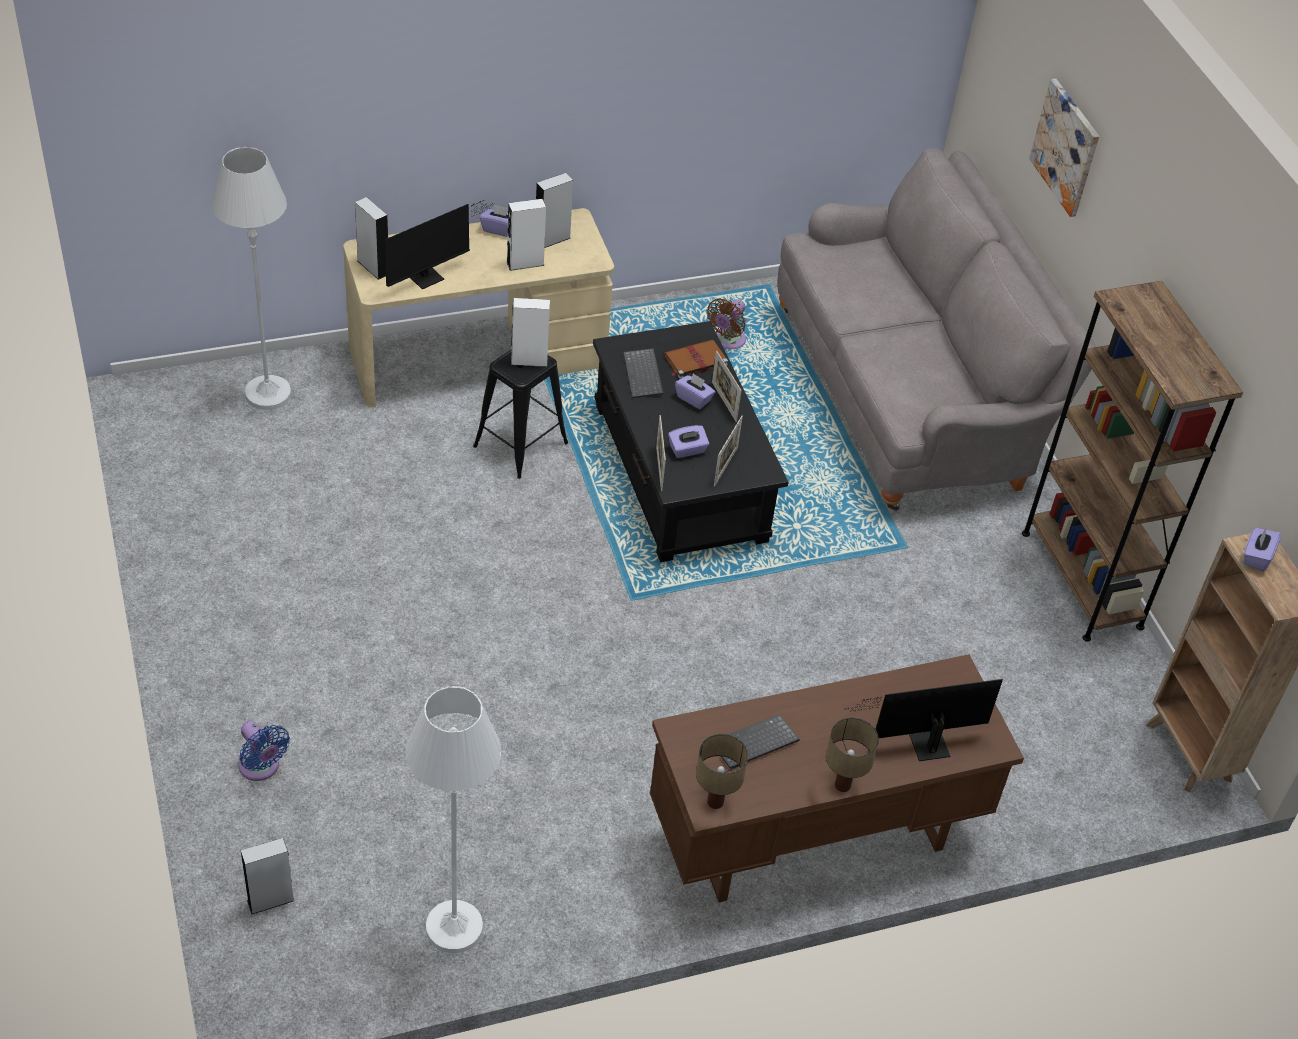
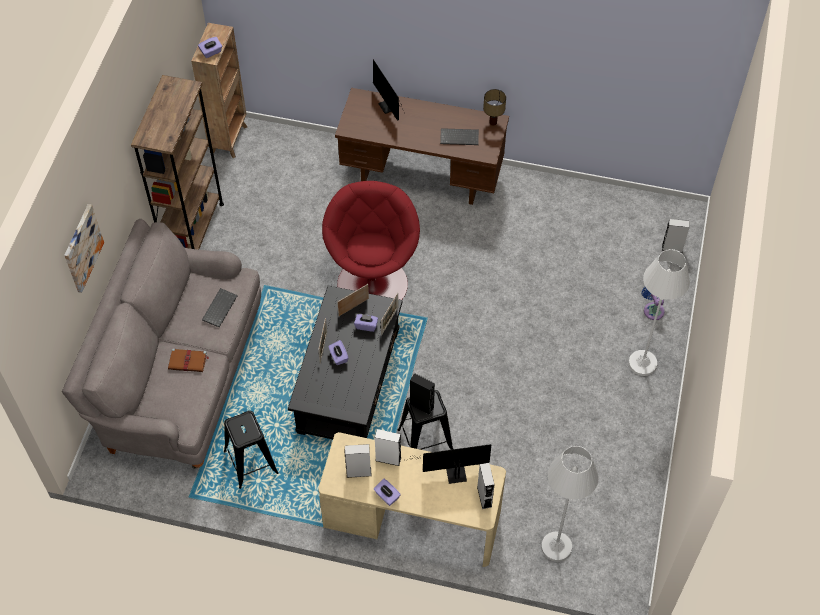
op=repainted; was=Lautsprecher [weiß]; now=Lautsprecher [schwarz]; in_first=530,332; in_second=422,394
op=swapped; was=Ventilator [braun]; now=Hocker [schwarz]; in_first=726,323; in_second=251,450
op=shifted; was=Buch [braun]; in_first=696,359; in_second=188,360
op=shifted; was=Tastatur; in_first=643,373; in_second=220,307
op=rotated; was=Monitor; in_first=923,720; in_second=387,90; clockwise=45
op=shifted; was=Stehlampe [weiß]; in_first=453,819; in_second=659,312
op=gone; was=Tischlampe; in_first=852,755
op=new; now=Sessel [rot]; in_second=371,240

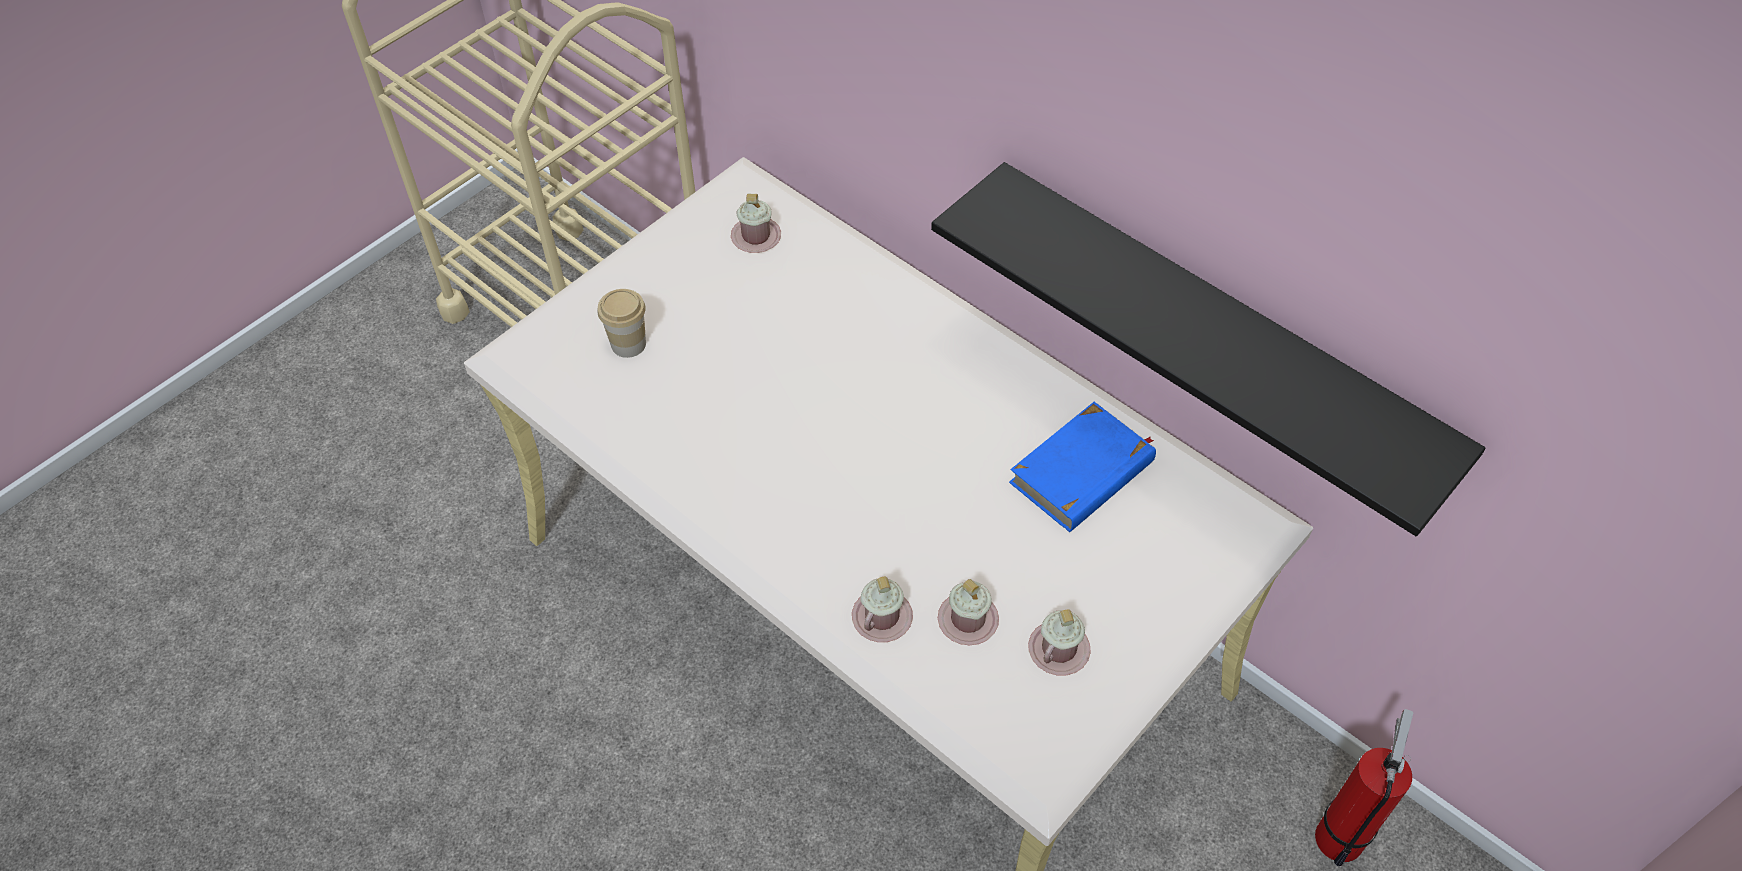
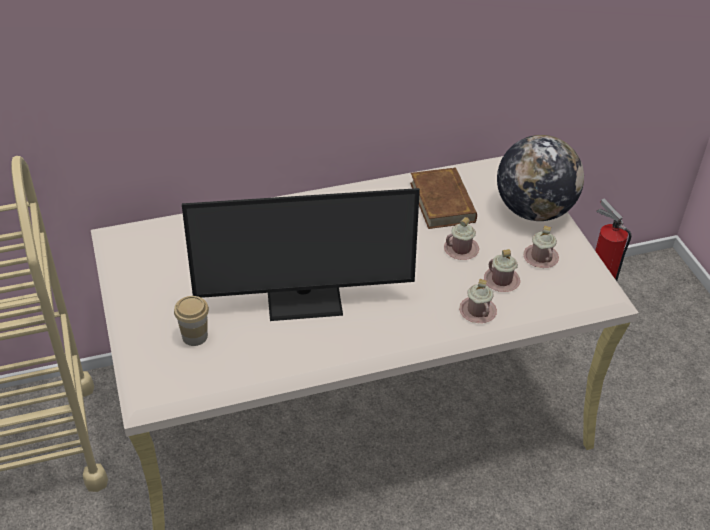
op=gone; was=Wandregal [schwarz]; in_first=1208,349
op=shifted; was=Henkelbecher [rosa]; in_first=756,223; in_second=461,238
op=repainted; was=Buch [blau]; now=Buch [braun]; in_first=1082,467; in_second=443,198
op=new; now=Globus; in_second=540,178
op=new; now=Monitor; in_second=301,254

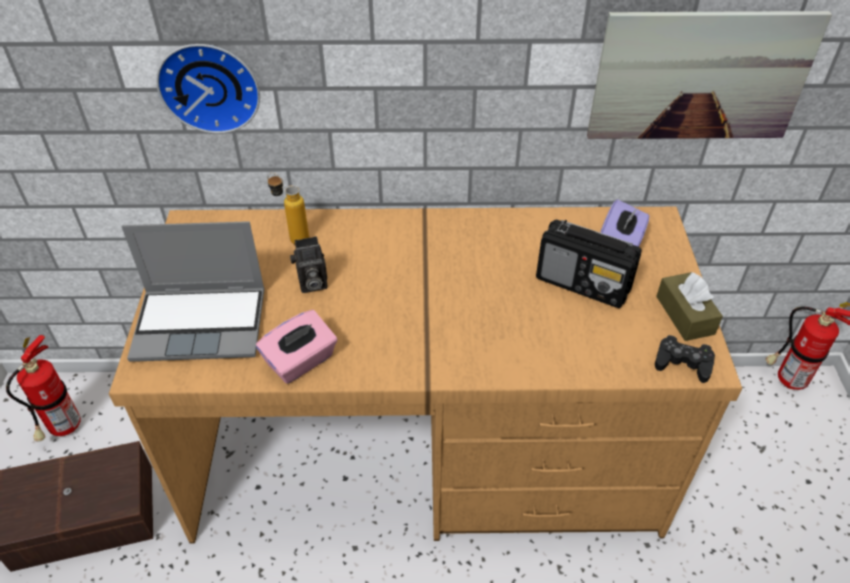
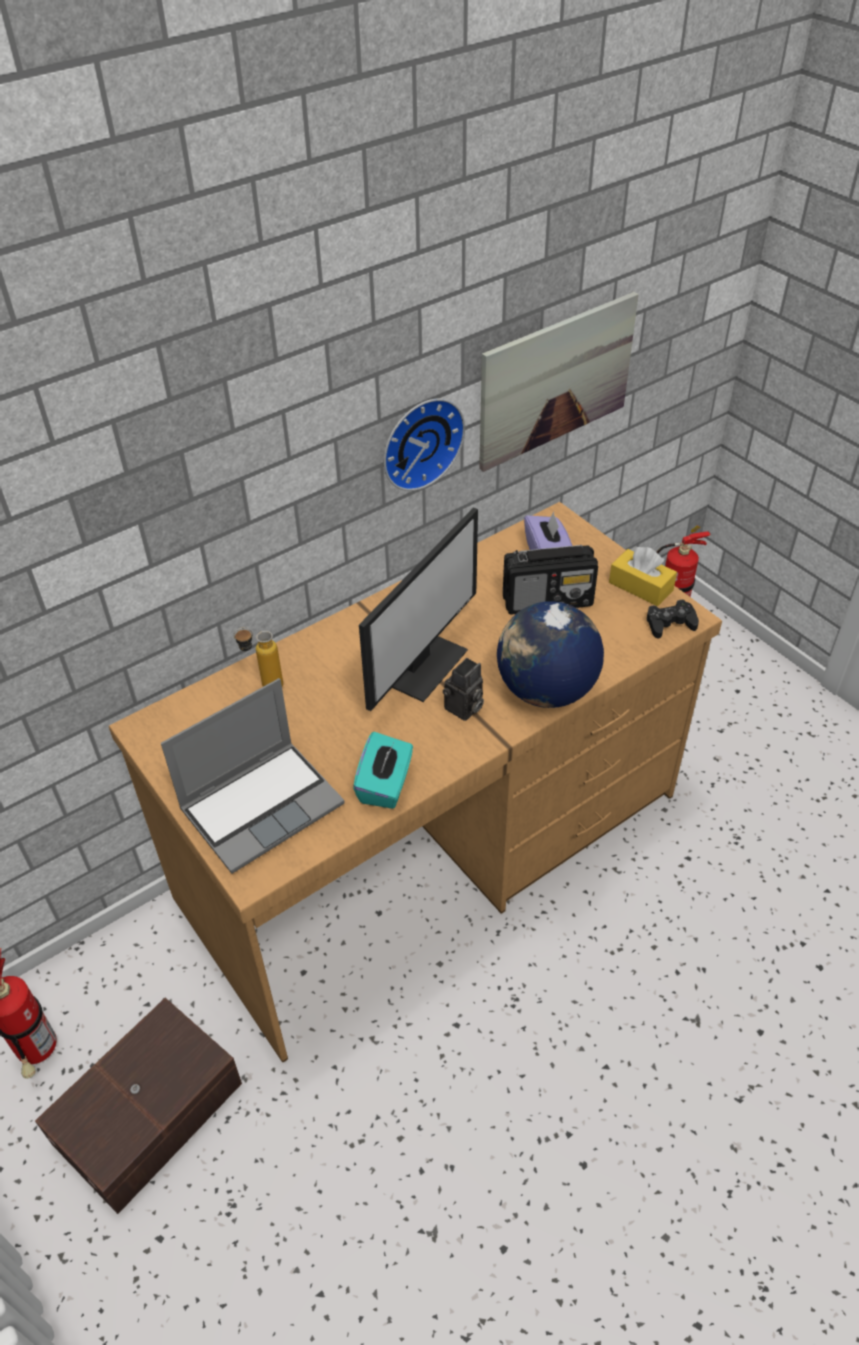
op=shifted; was=Wanduhr; in_first=208,89; in_second=424,445
op=shifted; was=Kamera; in_first=308,264; in_second=463,689
op=repainted; was=Taschentuchbox [braun]; now=Taschentuchbox [gelb]; in_first=689,306; in_second=643,576
op=repainted; was=Taschentuchbox [rosa]; now=Taschentuchbox [türkis]; in_first=296,347; in_second=383,770
op=new; now=Monitor; in_second=418,609
op=new; now=Globus; in_second=550,654

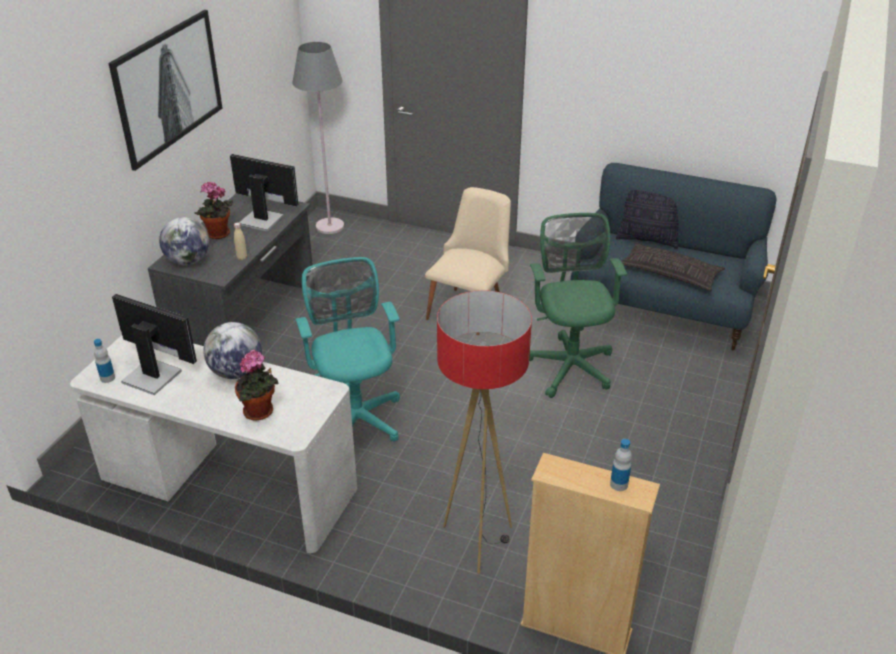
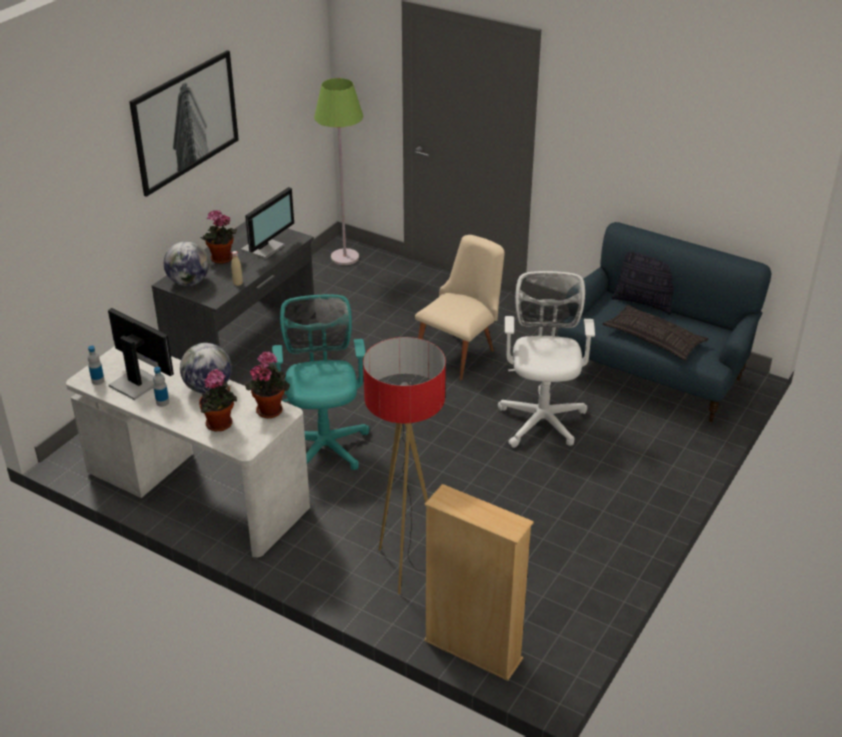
op=repainted; was=Stehlampe [grau]; now=Stehlampe [grün]; in_first=318,138; in_second=338,171
op=rotated; was=Monitor; in_first=264,192; in_second=267,223; clockwise=90
op=repainted; was=Bürostuhl [grün]; now=Bürostuhl [weiß]; in_first=578,305; in_second=546,359
op=shifted; was=Flasche; in_first=621,465; in_second=161,387
op=new; now=Topfpflanze; in_second=267,385

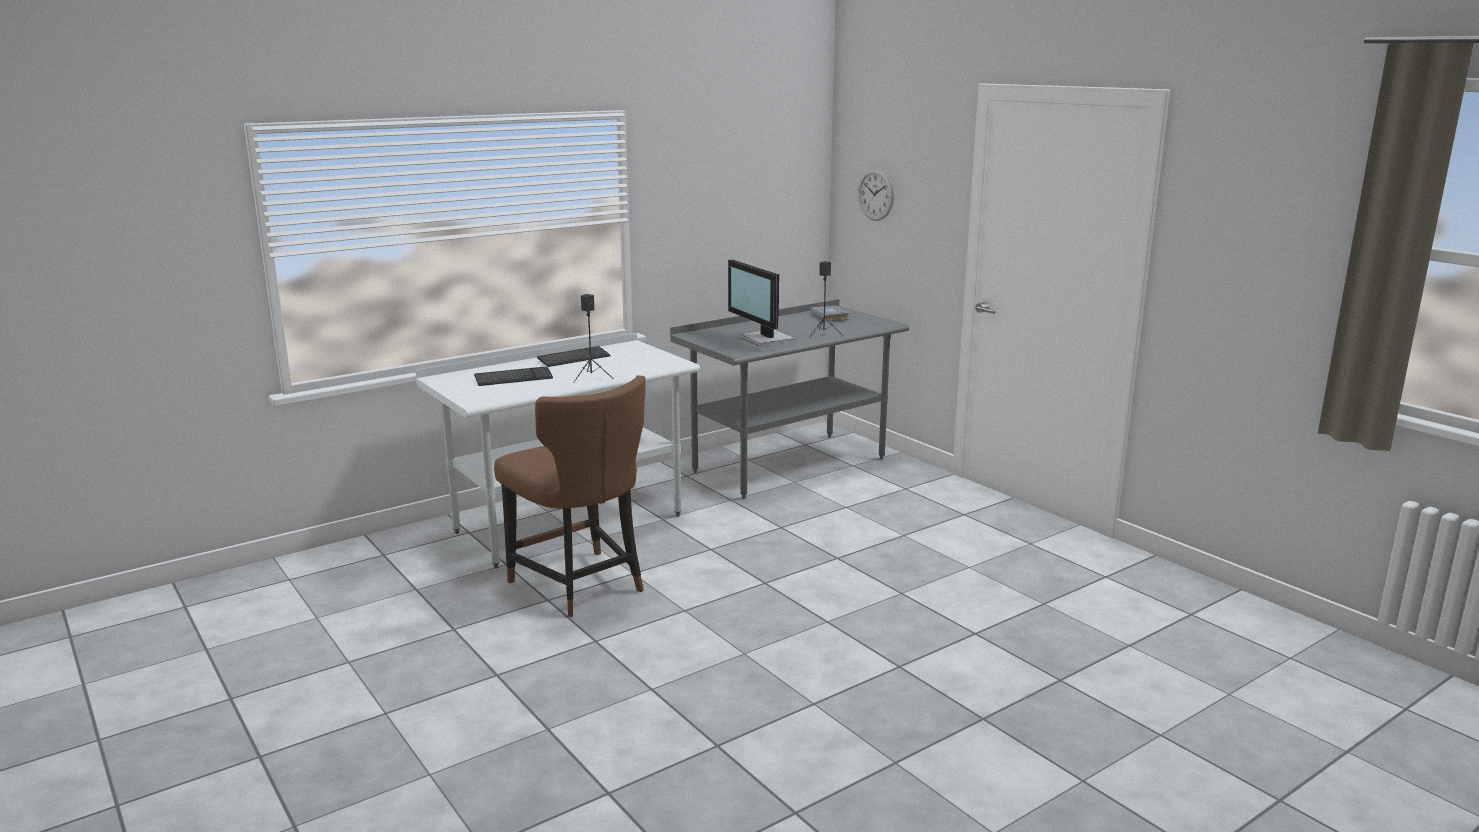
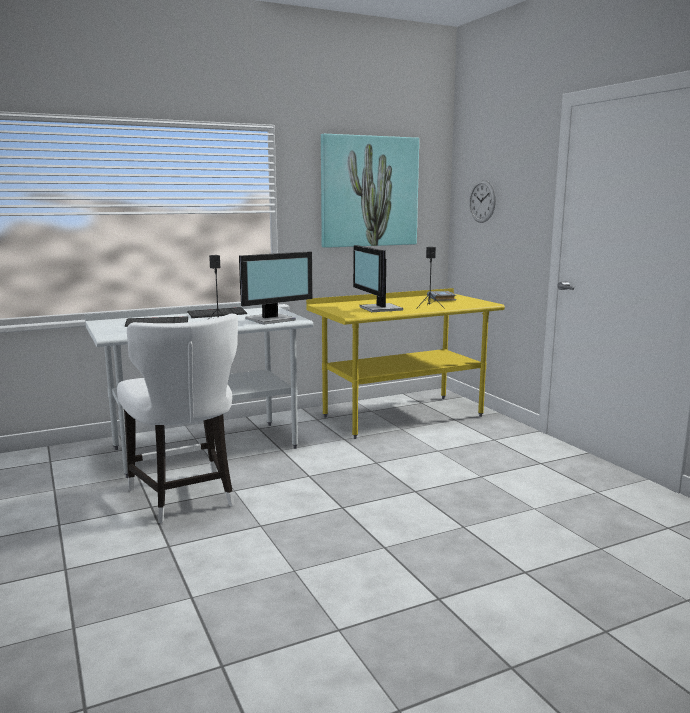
op=repainted; was=Schreibtisch [grau]; now=Schreibtisch [gelb]; in_first=789,399; in_second=405,363
op=repainted; was=Stuhl [braun]; now=Stuhl [weiß]; in_first=570,496; in_second=177,418
op=new; now=Bild; in_second=370,191
op=new; now=Monitor; in_second=276,288

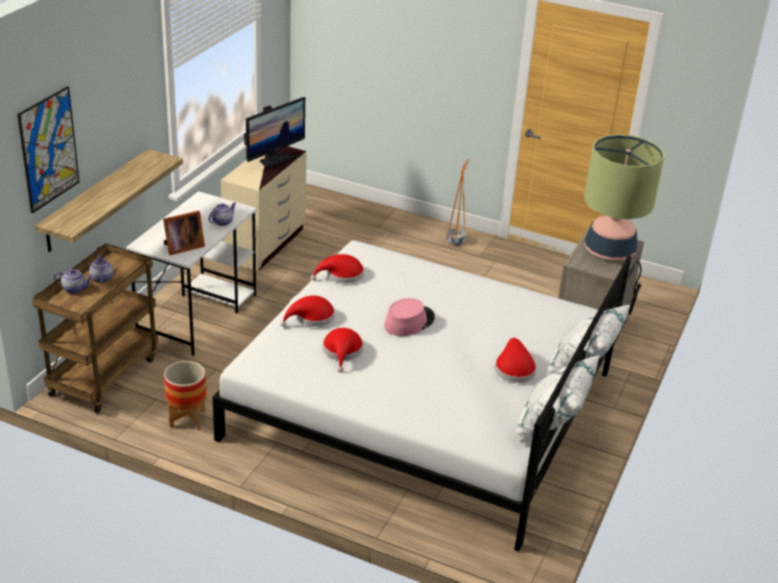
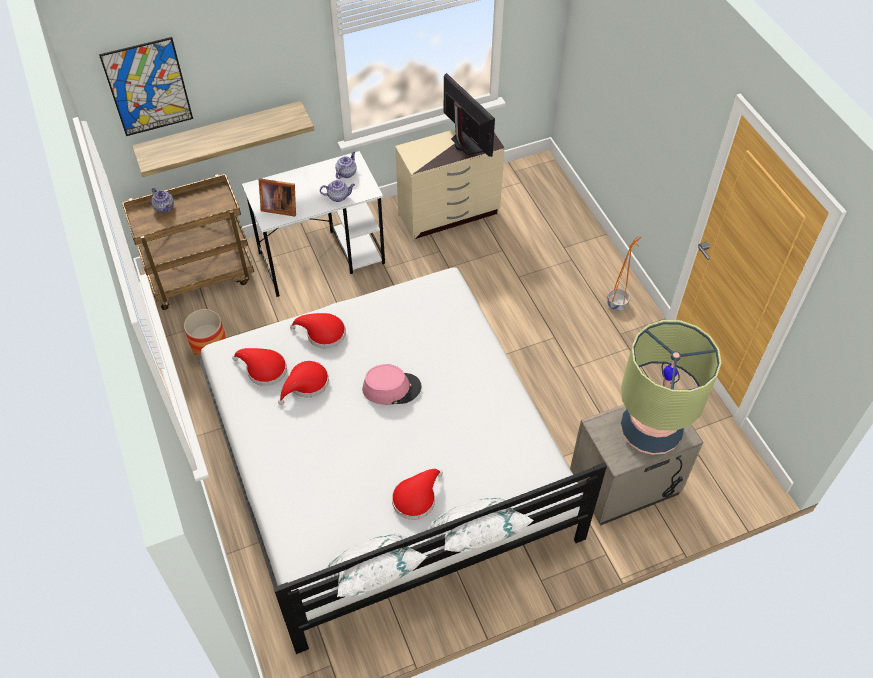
op=rotated; was=Monitor; in_first=274,133; in_second=469,115; clockwise=-120
op=shifted; was=Teekanne; in_first=101,268; in_second=346,165
op=shifted; was=Hut [rot]; in_first=337,268; in_second=259,367

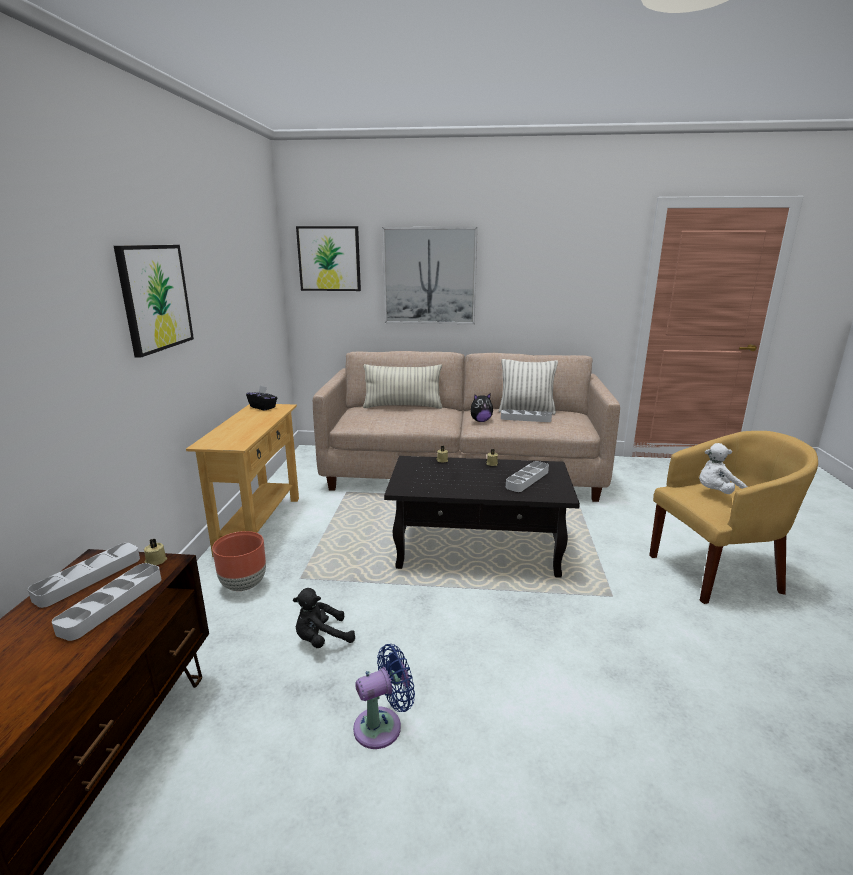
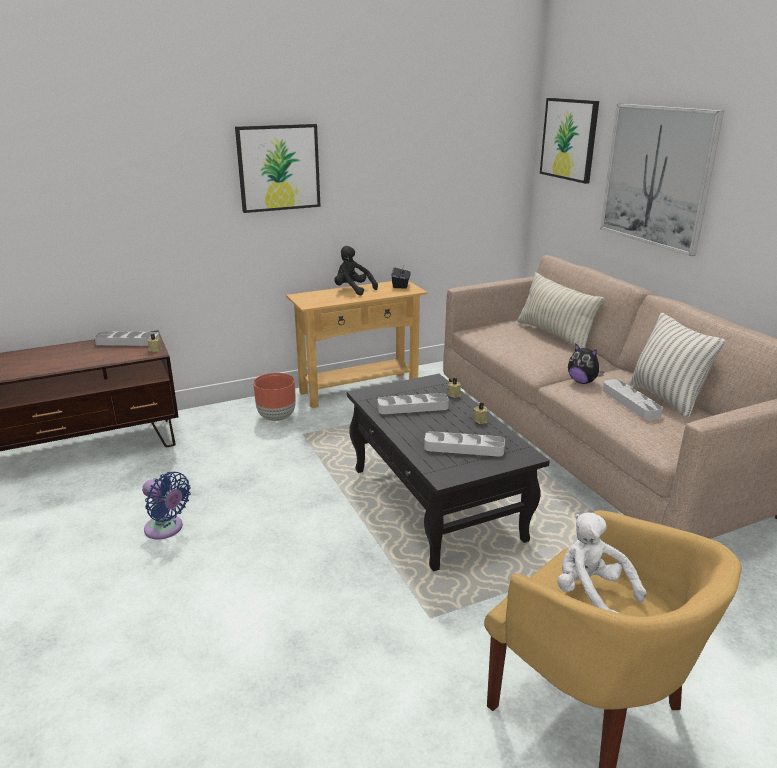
op=shifted; was=Tablett [grau]; in_first=106,602; in_second=413,403
op=shifted; was=Plüschtier [schwarz]; in_first=324,618; in_second=356,270

